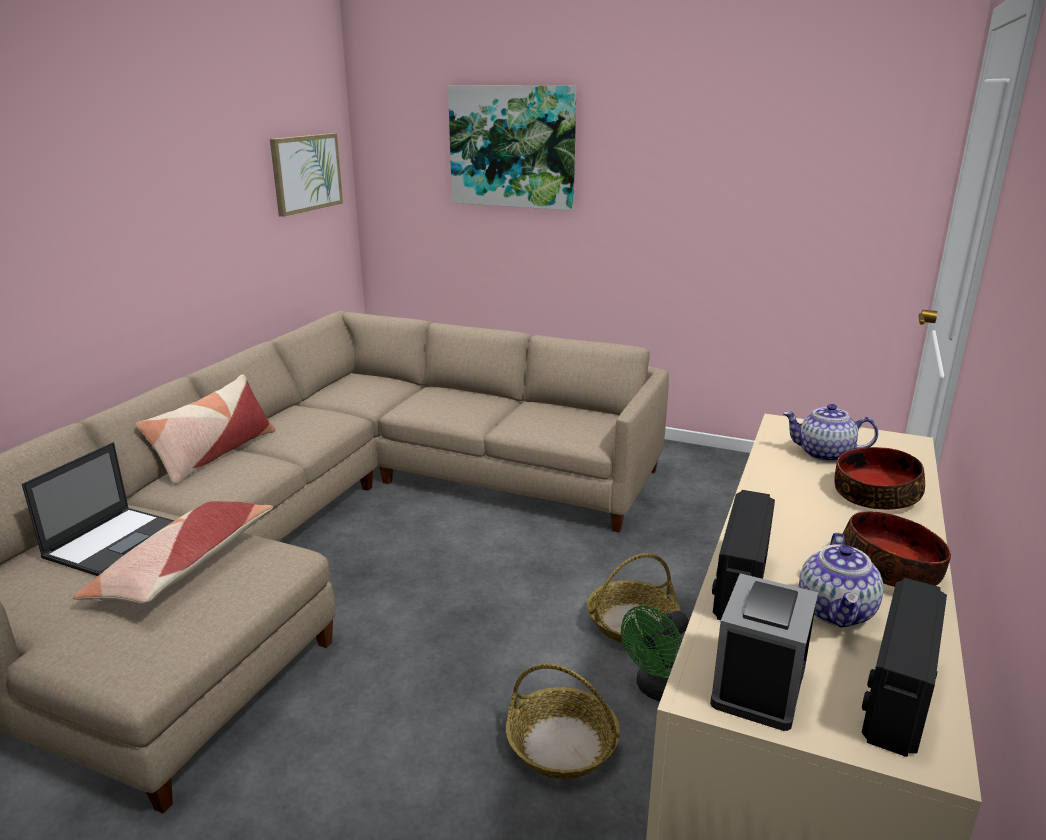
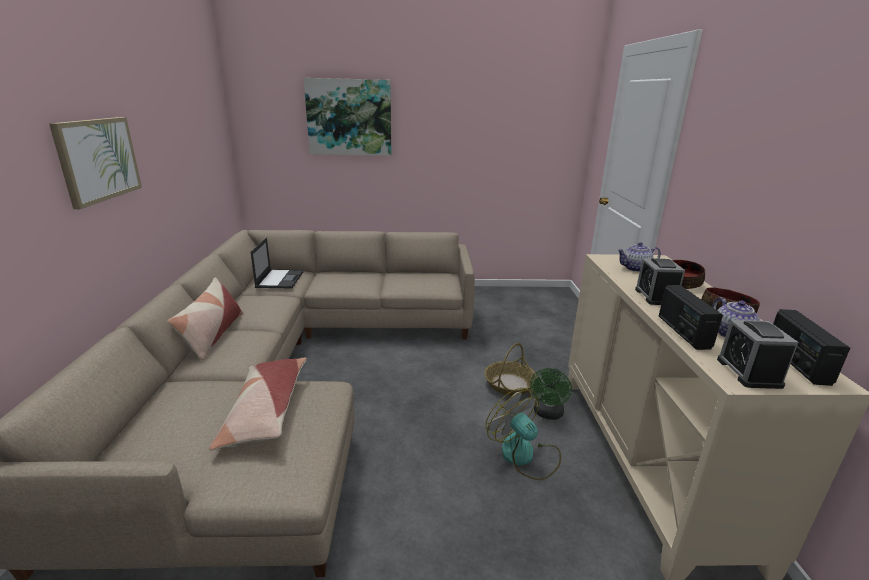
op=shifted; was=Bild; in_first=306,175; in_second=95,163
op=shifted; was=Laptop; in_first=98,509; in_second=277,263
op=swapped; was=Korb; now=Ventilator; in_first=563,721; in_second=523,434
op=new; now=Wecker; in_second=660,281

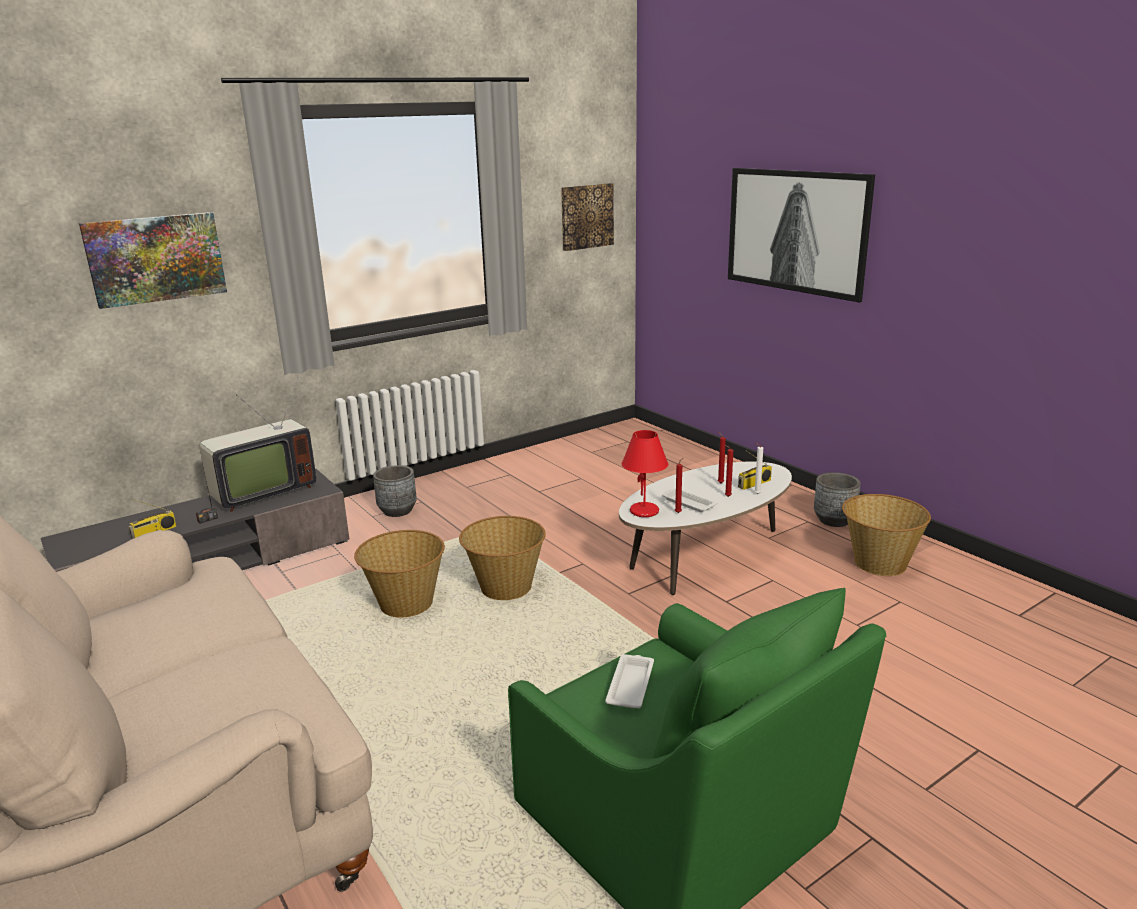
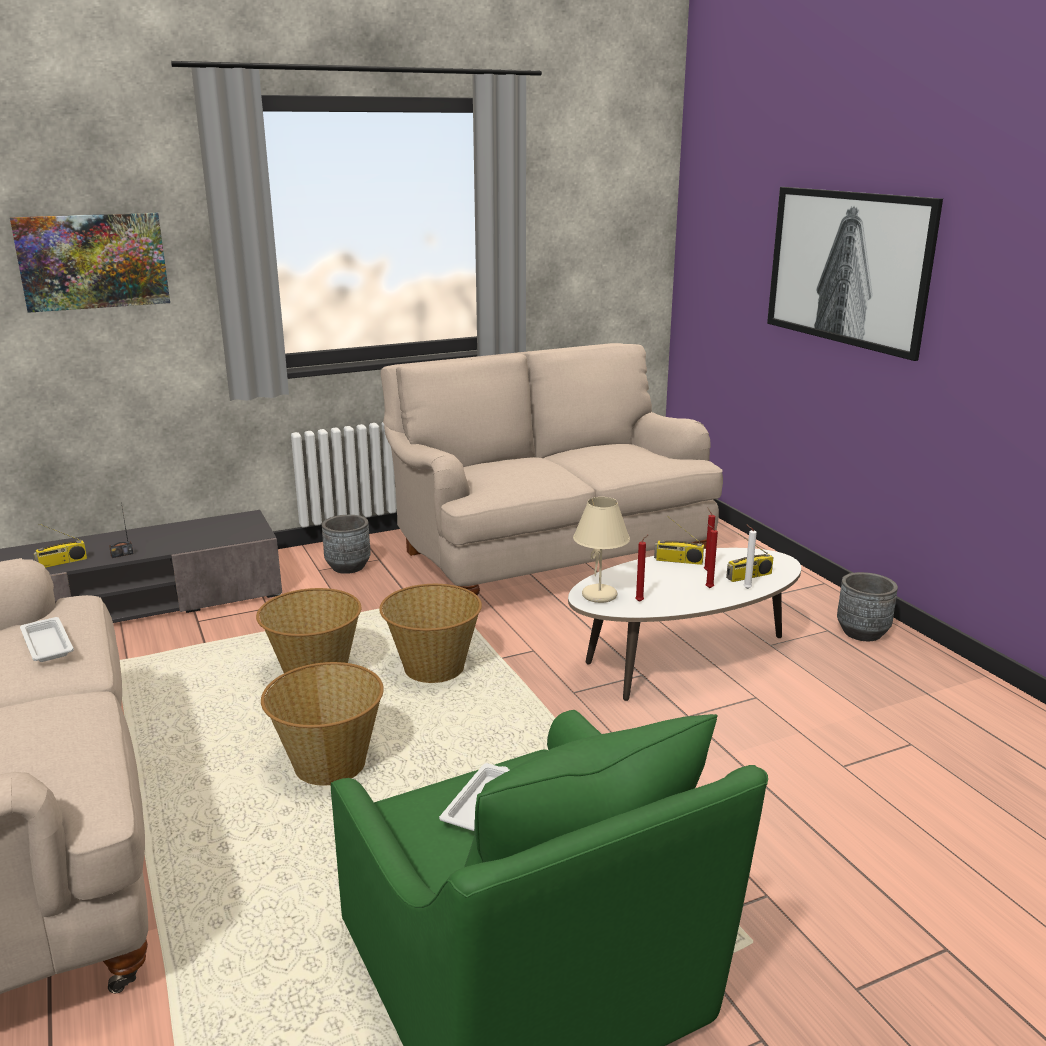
op=gone; was=Bild; in_first=587,217
op=gone; was=Fernseher; in_first=258,444
op=repainted; was=Tischlampe [rot]; now=Tischlampe [beige]; in_first=645,473; in_second=601,550
op=shifted; was=Tablett [weiß]; in_first=689,500; in_second=47,639
op=shifted; was=Korb; in_first=886,535; in_second=322,724
op=new; now=Sofa [beige]; in_second=551,469
op=new; now=Radio; in_second=679,540

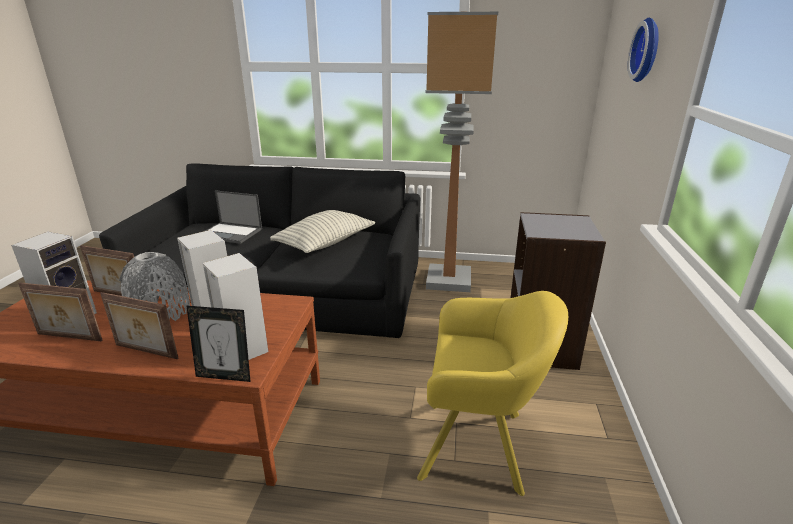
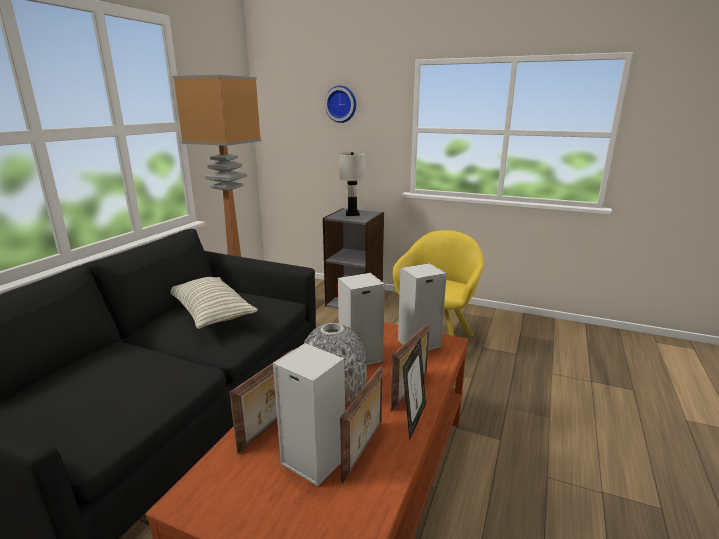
op=gone; was=Laptop; in_first=232,217
op=shifted; was=Bilderrahmen; in_first=219,344; in_second=414,389
op=new; now=Tischlampe [weiß]; in_second=352,184

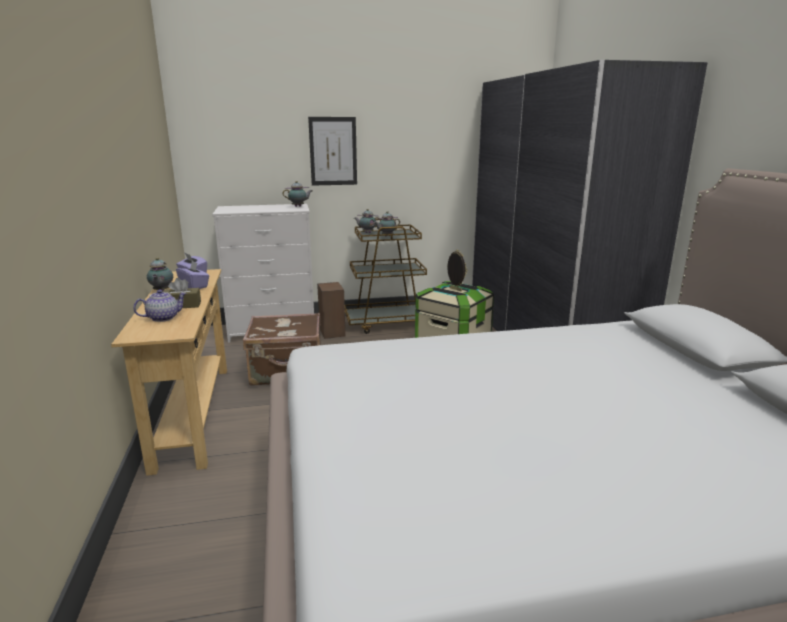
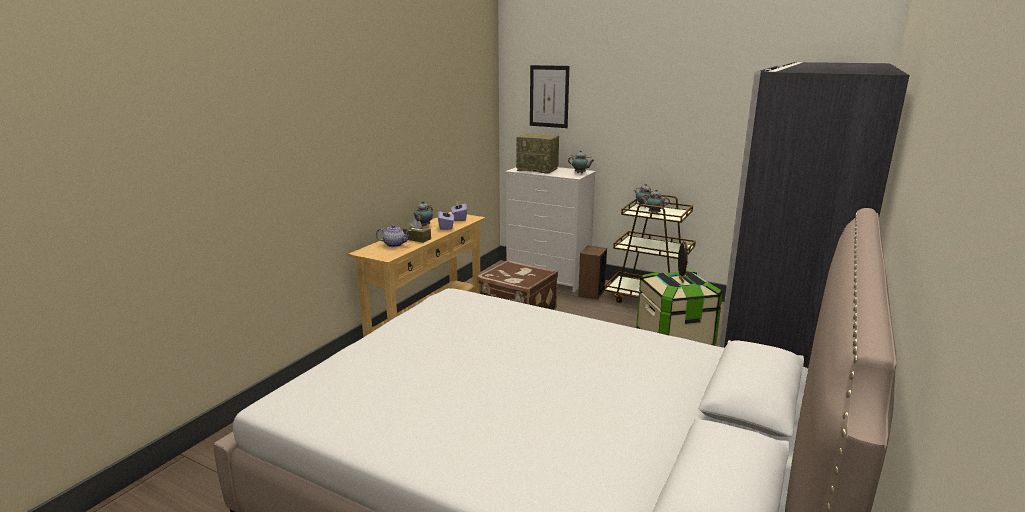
op=shifted; was=Bild; in_first=332,151; in_second=549,96
op=new; now=Radio; in_second=537,153

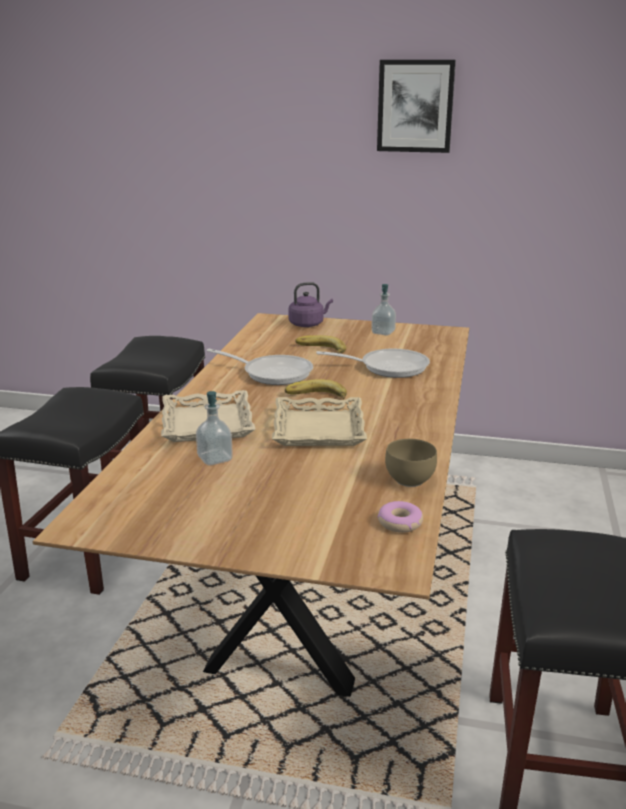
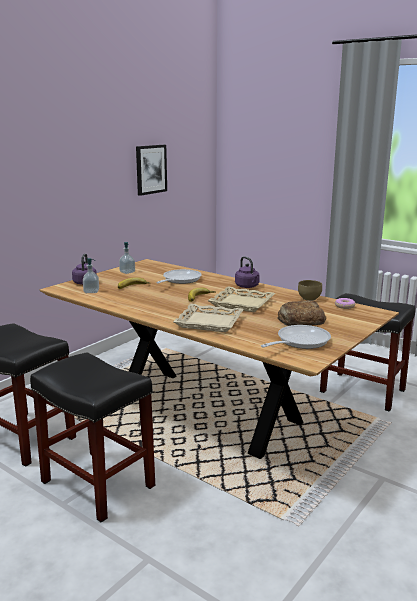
op=shifted; was=Bild; in_first=416,106; in_second=151,170
op=shifted; was=Pfanne; in_first=259,367; in_second=296,337
op=shifted; was=Seifenspender; in_first=214,428; in_second=91,275
op=new; now=Wasserkessel [lila]; in_second=247,272
op=new; now=Brot; in_second=301,313

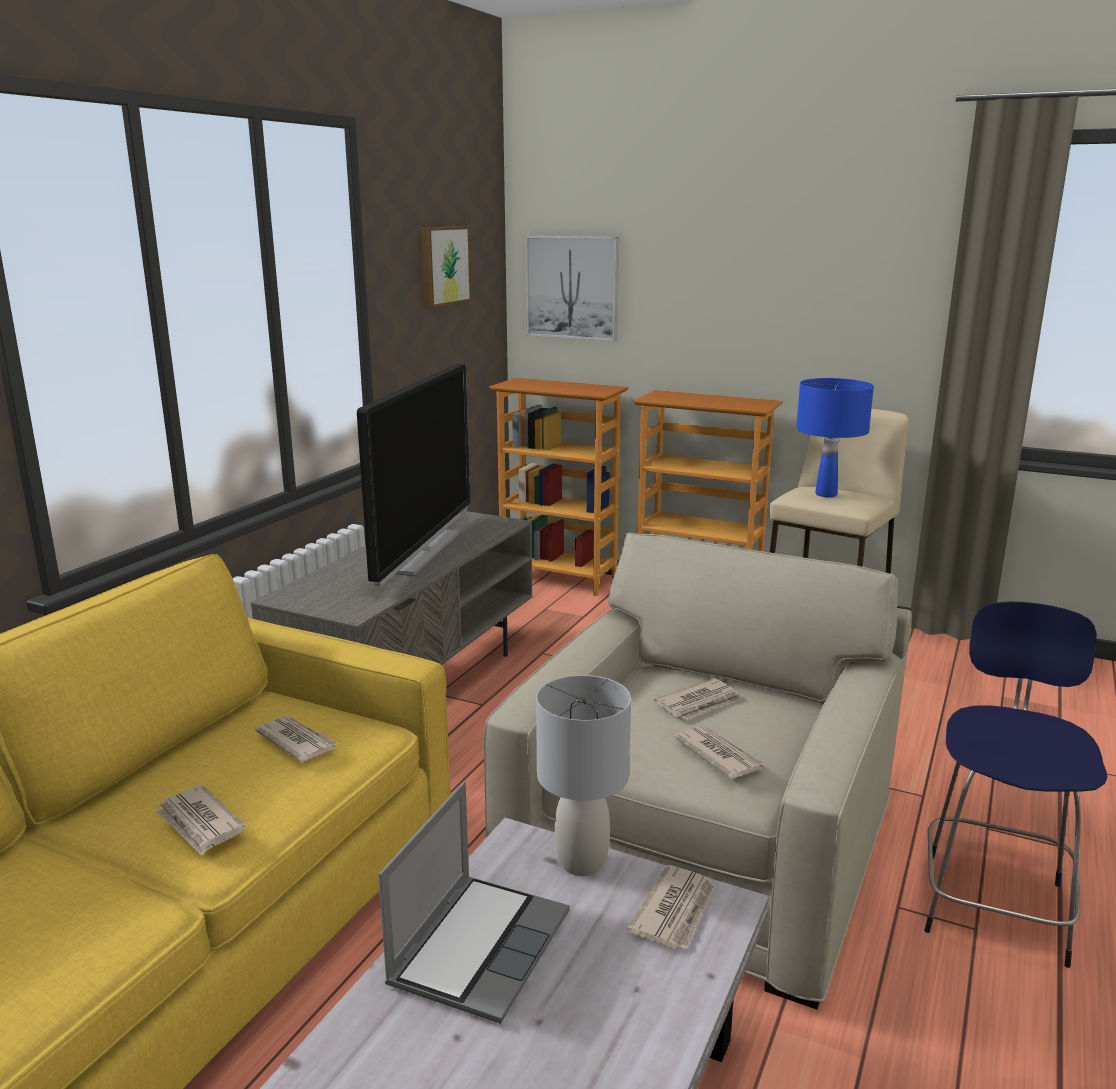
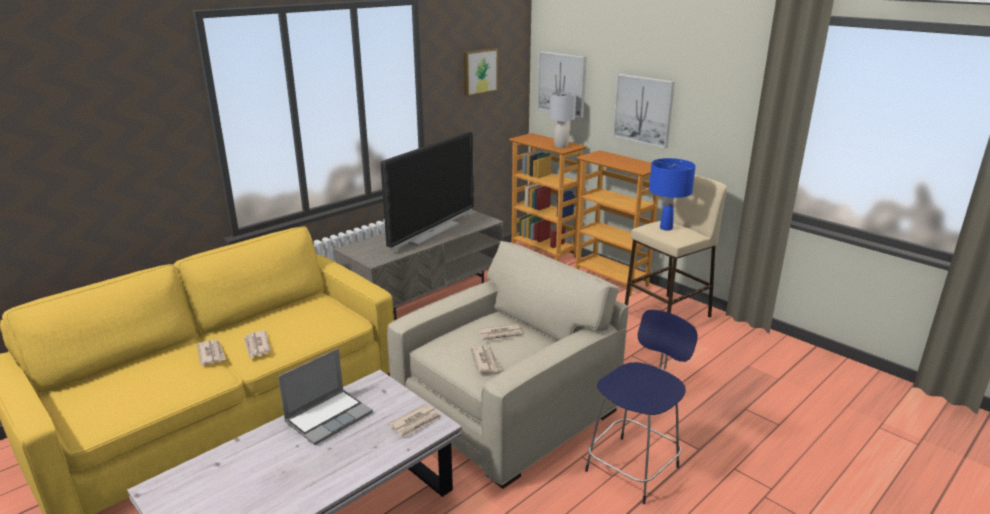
op=shifted; was=Tischlampe [grau]; in_first=583,775; in_second=563,119
op=shifted; was=Zeitung; in_first=297,739; in_second=211,353
op=new; now=Bild; in_second=644,111

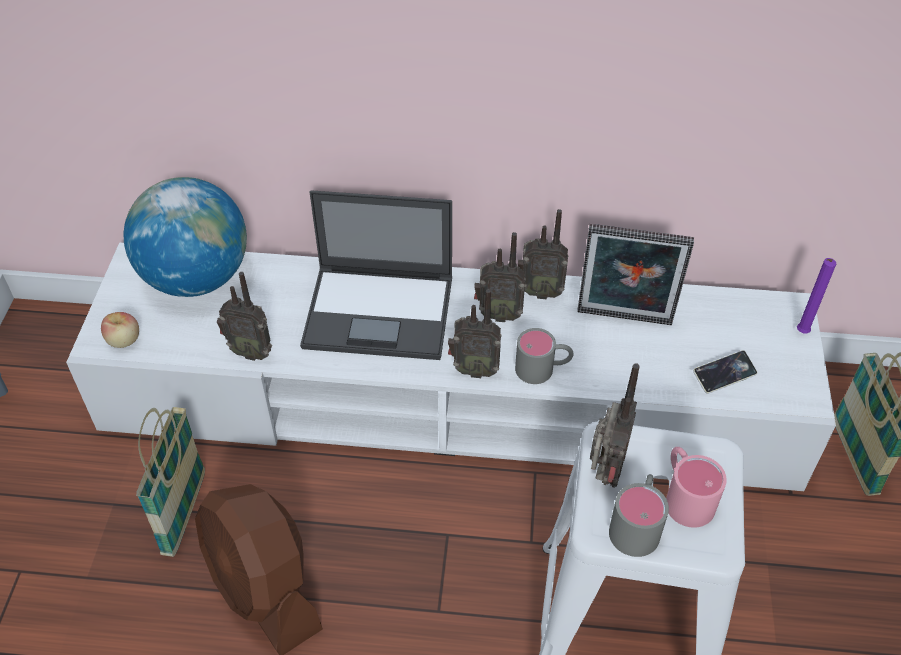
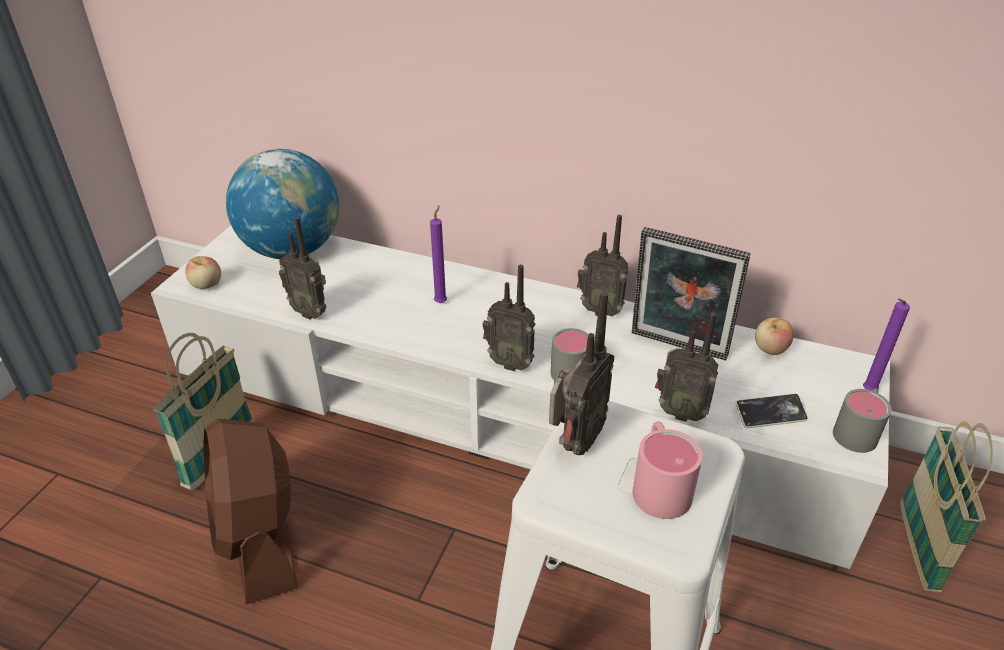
op=swapped; was=Laptop; now=Kerze [lila]; in_first=376,275; in_second=438,254
op=shifted; was=Radio; in_first=500,277; in_second=686,367
op=shifted; was=Henkelbecher [grau]; in_first=639,515; in_second=862,421
op=new; now=Apfel; in_second=774,336

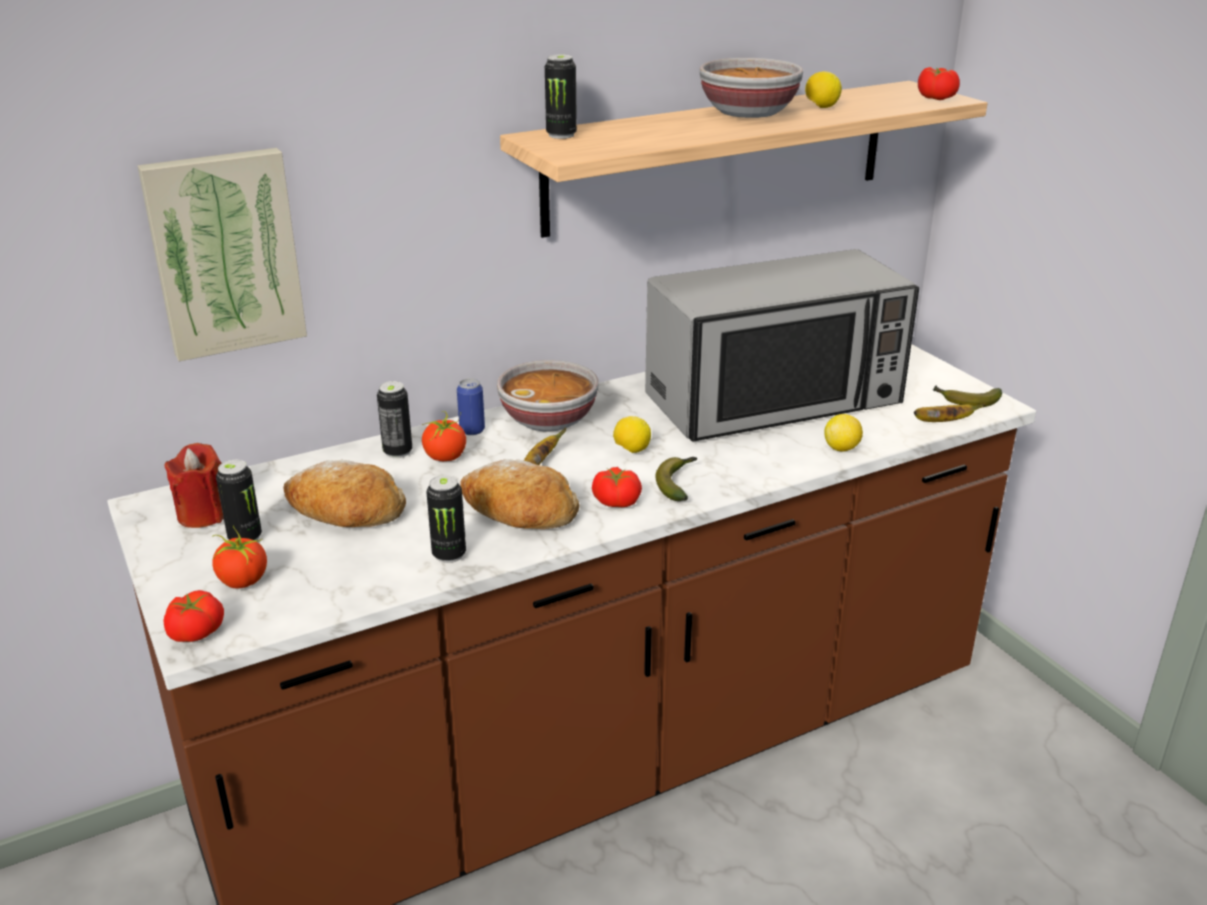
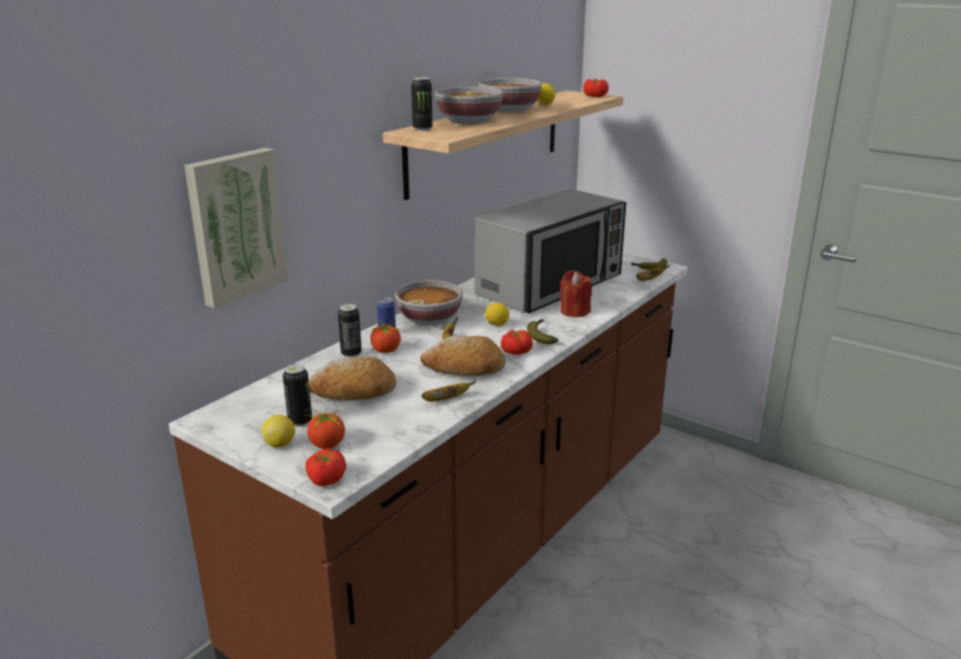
op=shifted; was=Zitrone; in_first=843,433; in_second=278,431
op=shifted; was=Kerze [rot]; in_first=194,485; in_second=576,293
op=swapped; was=Dose; now=Banane; in_first=446,519; in_second=449,391
op=new; now=Schüssel; in_second=469,105

